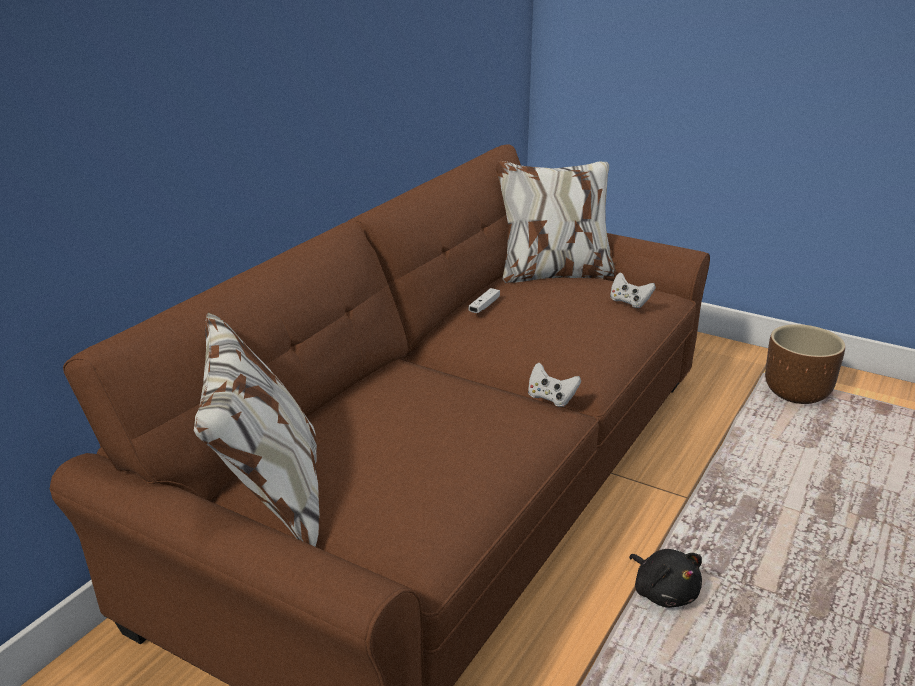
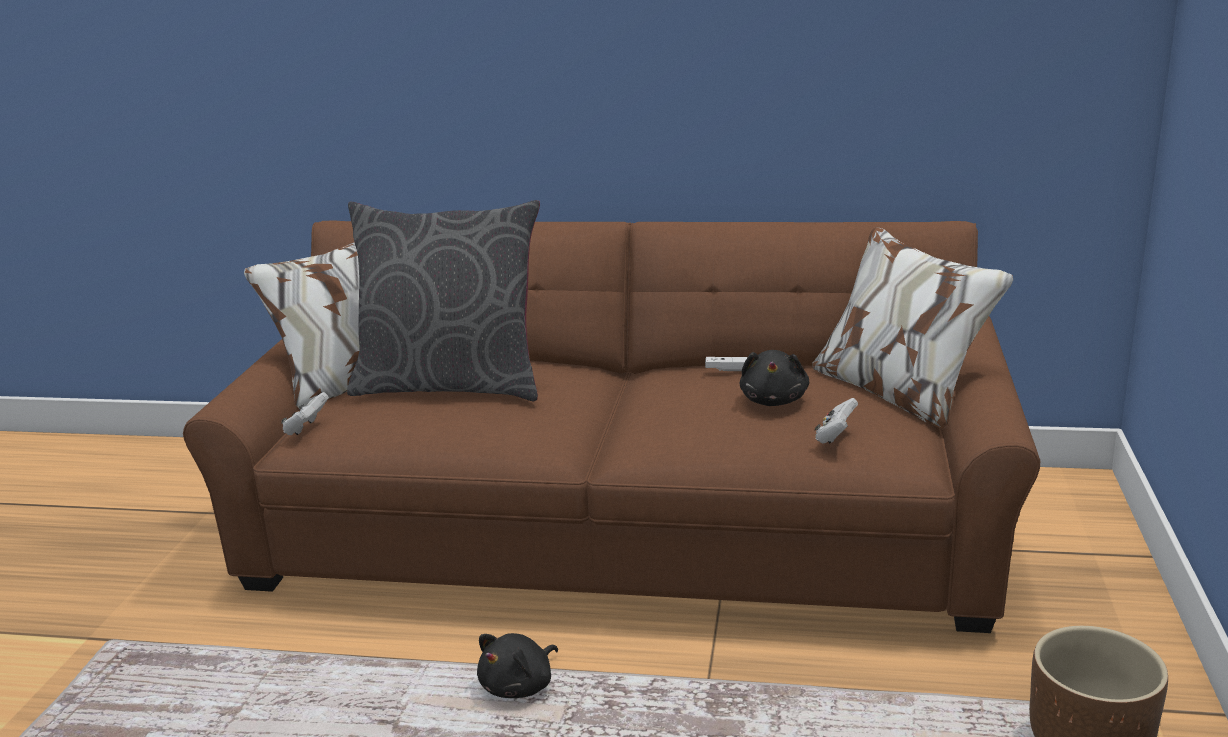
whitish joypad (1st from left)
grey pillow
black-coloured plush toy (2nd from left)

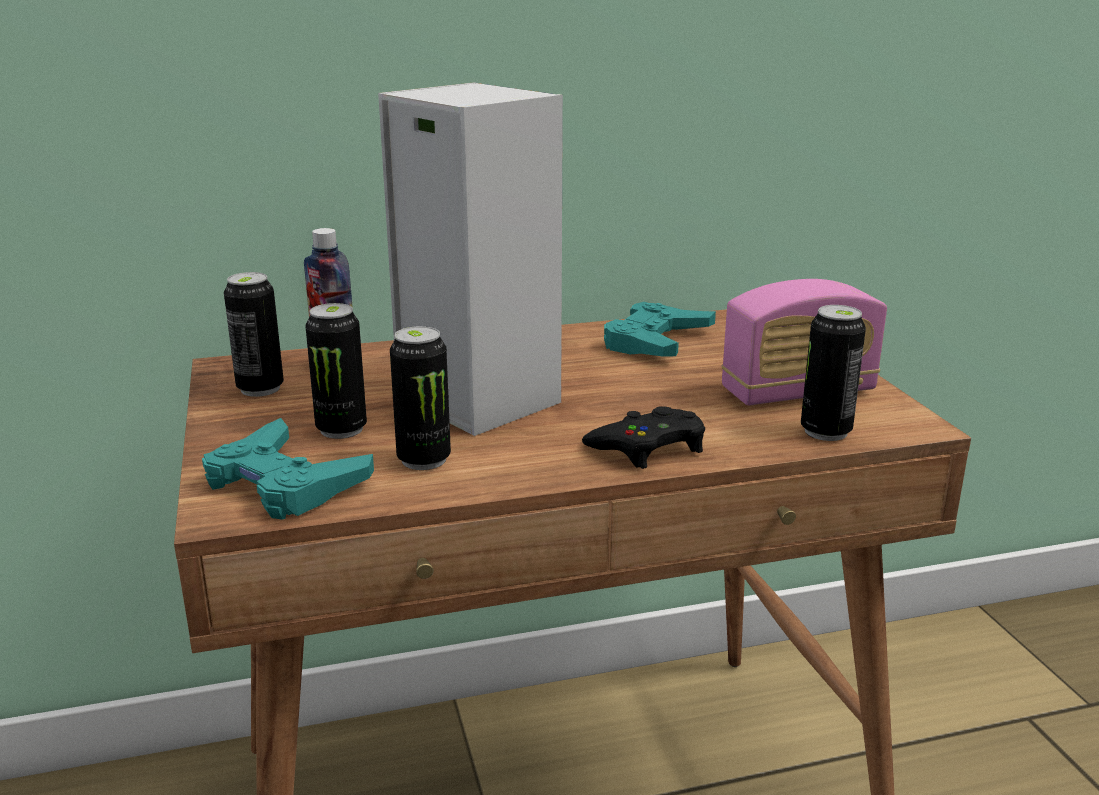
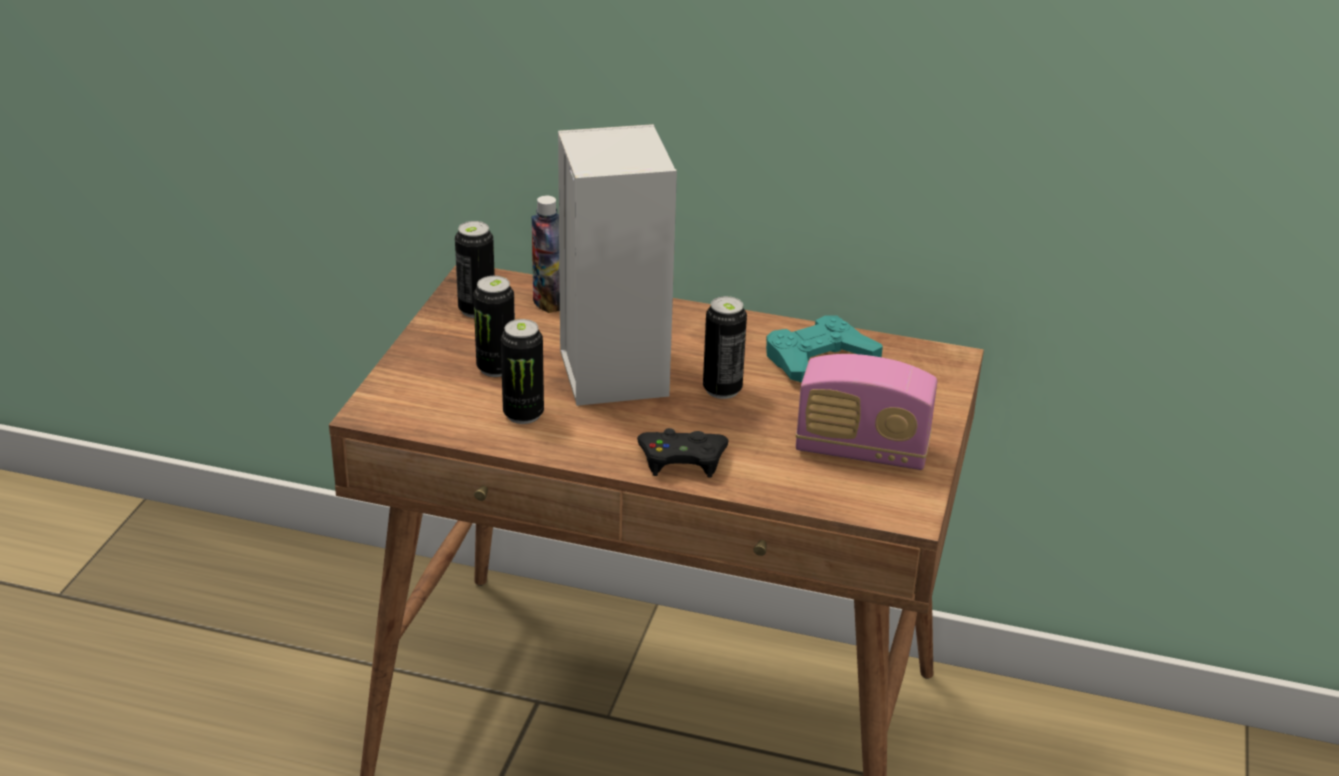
blue-green joypad (1st from left in the first image)
can (4th from left)

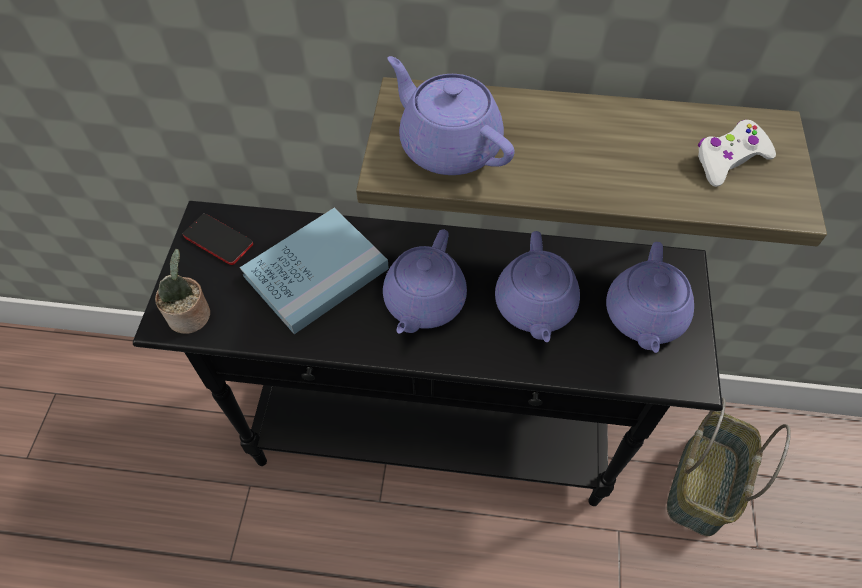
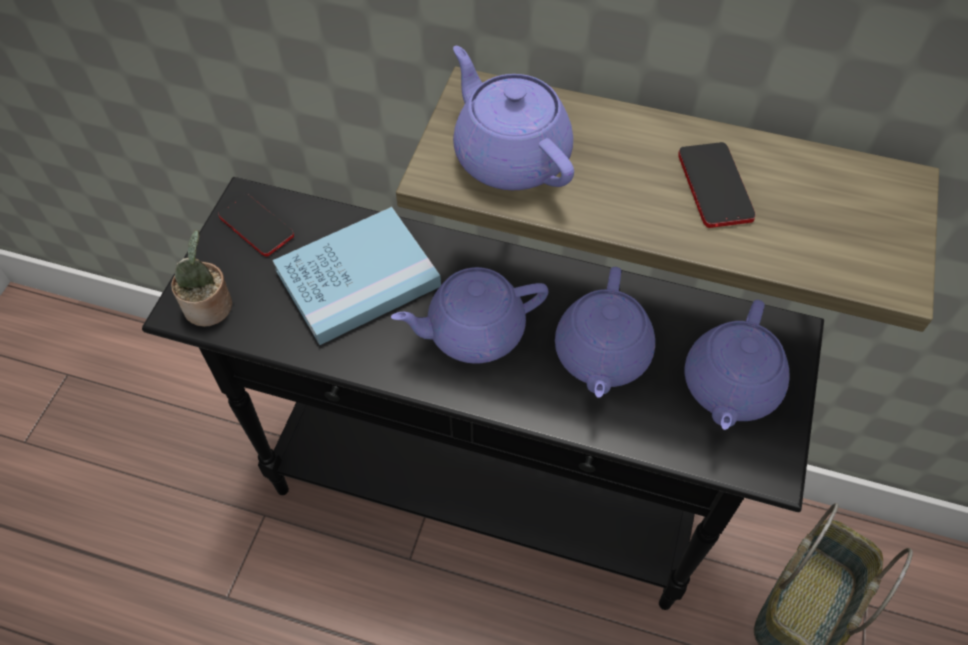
purple-coloured teapot (1st from left)
whitish joypad
handset (2nd from left)

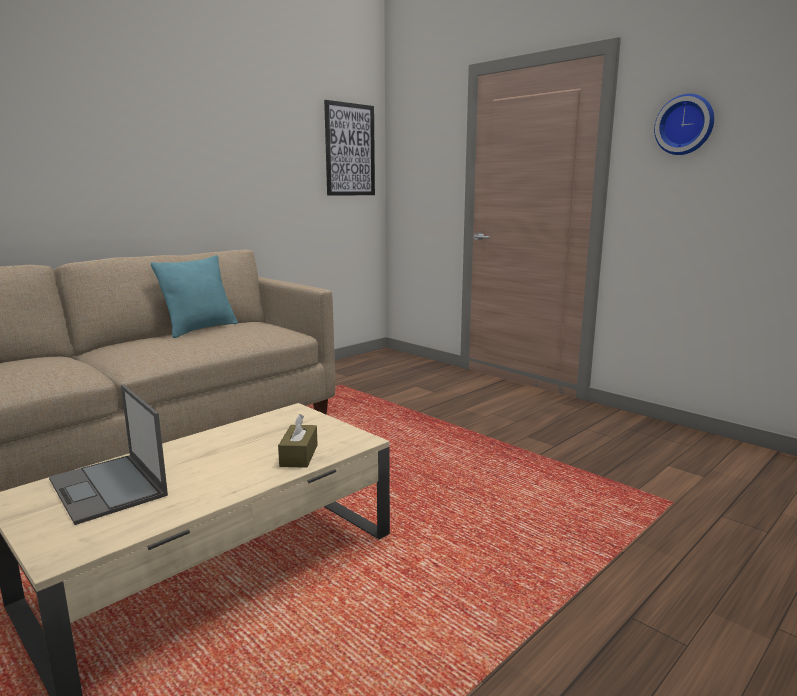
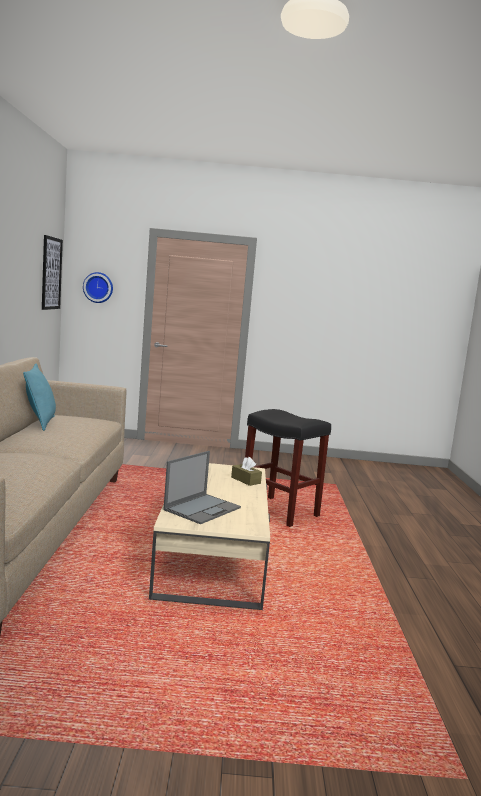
portable computer
clock on the wall
black-coloured stool seat

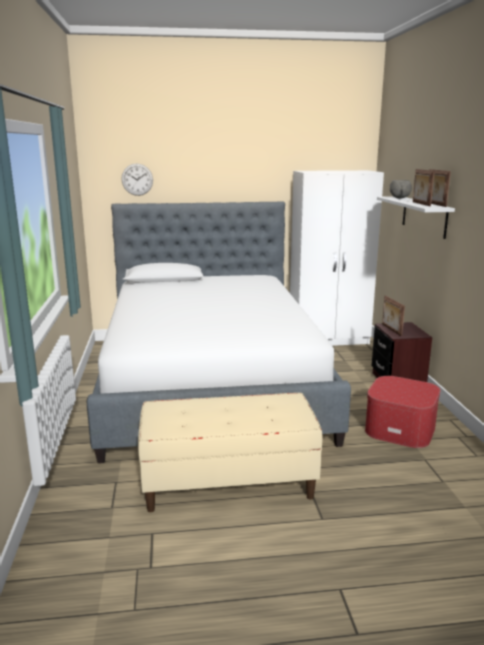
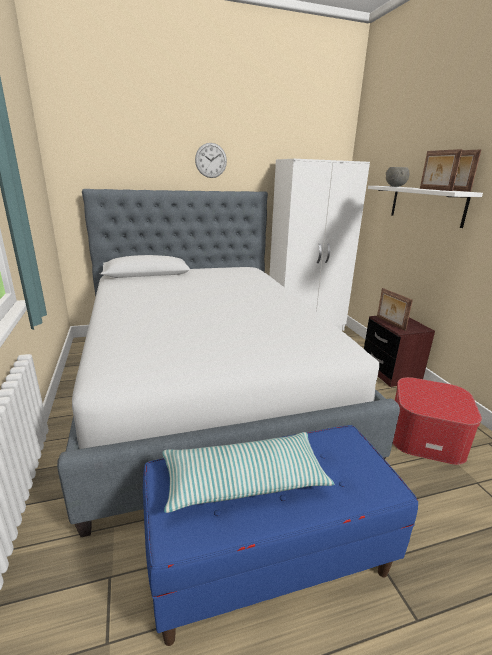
clock on the wall
blue-coloured indoor bench
pillow

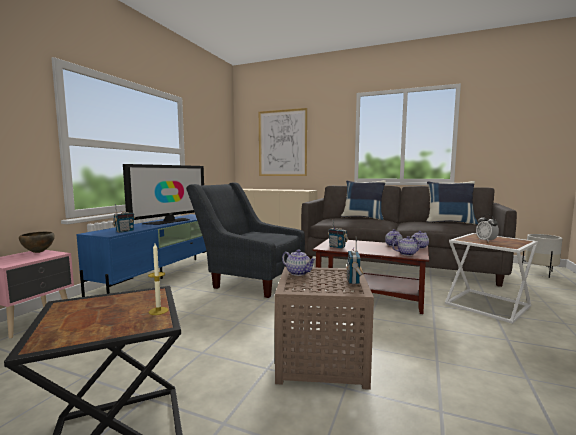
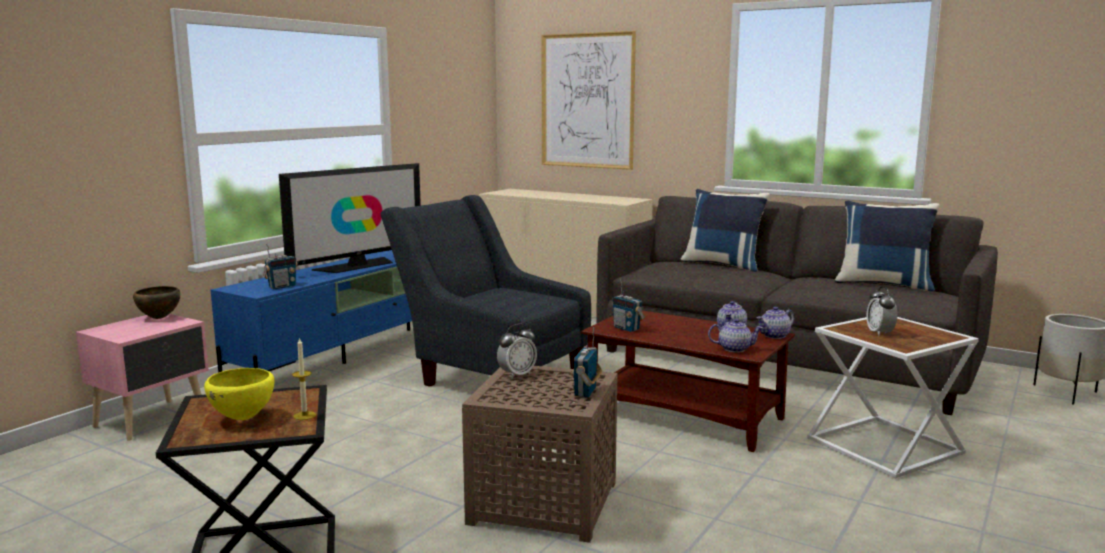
table clock (1st from left)
yellowish serving bowl

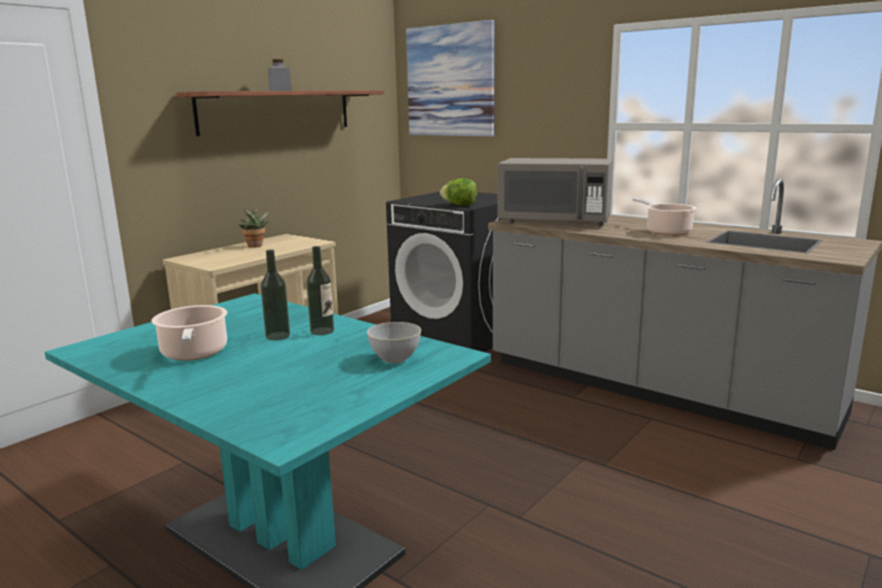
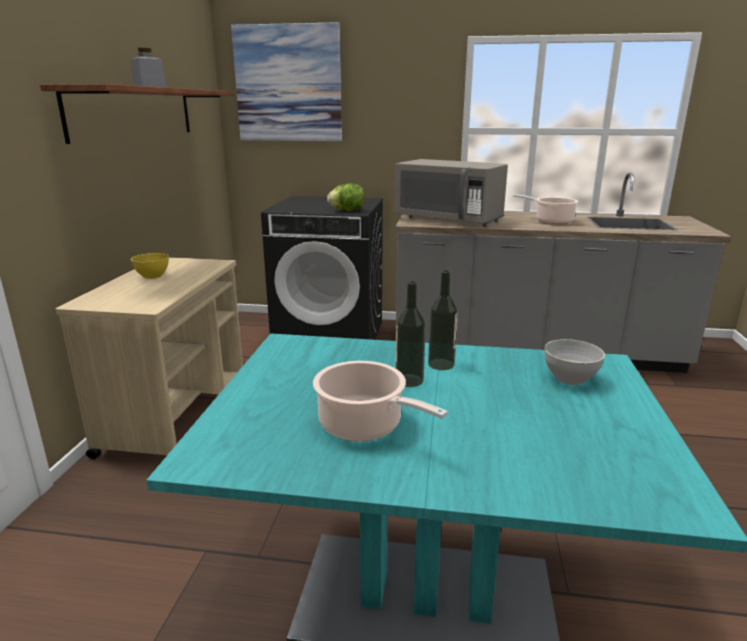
yellowish serving bowl
grey microwave oven

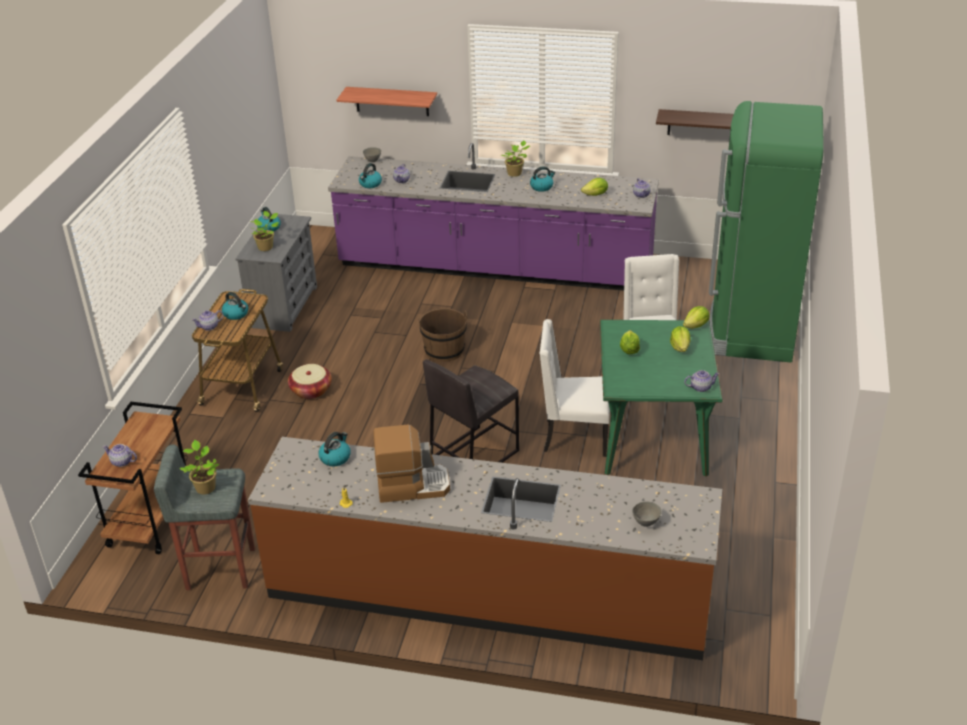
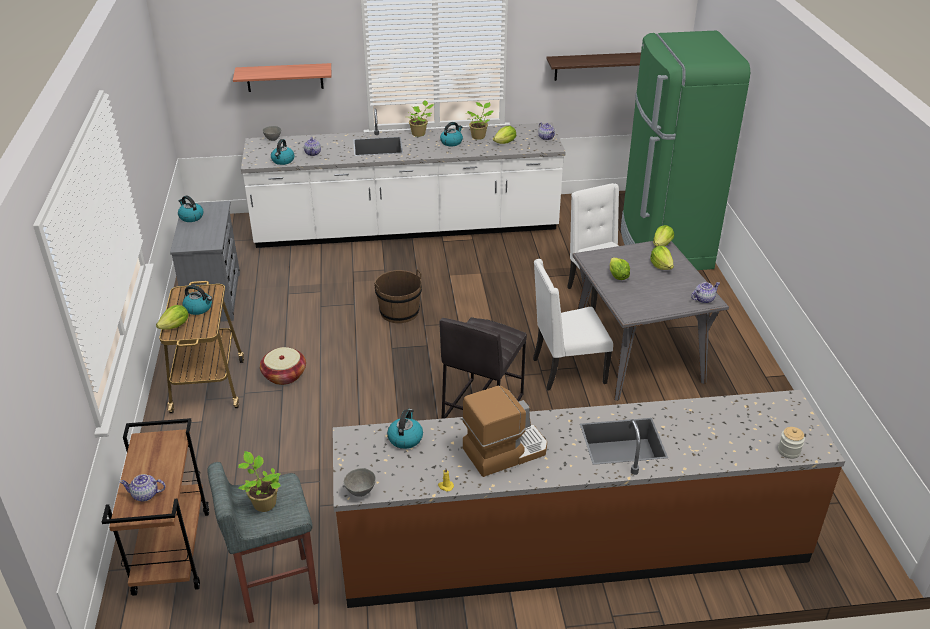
head of lettuce (1st from left)
potted plant (3rd from left)
whitish counter
grey dinner table
grey serving bowl (2nd from left)
preserve jar

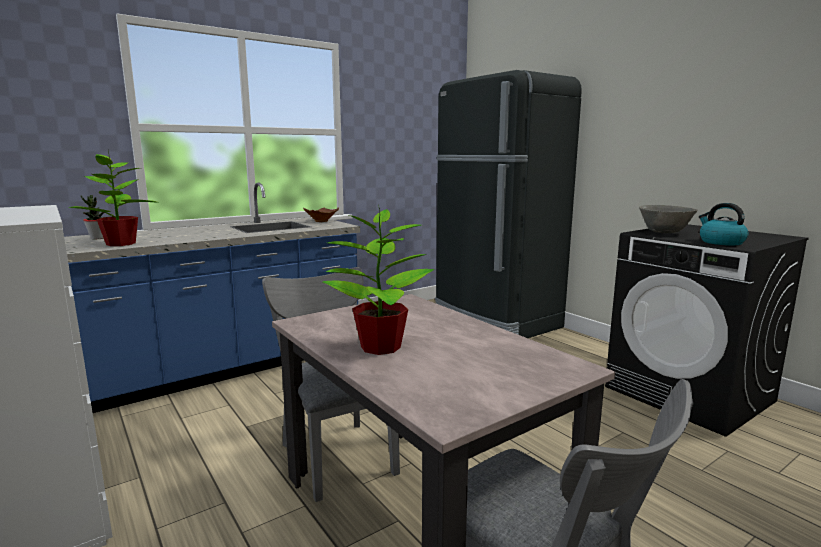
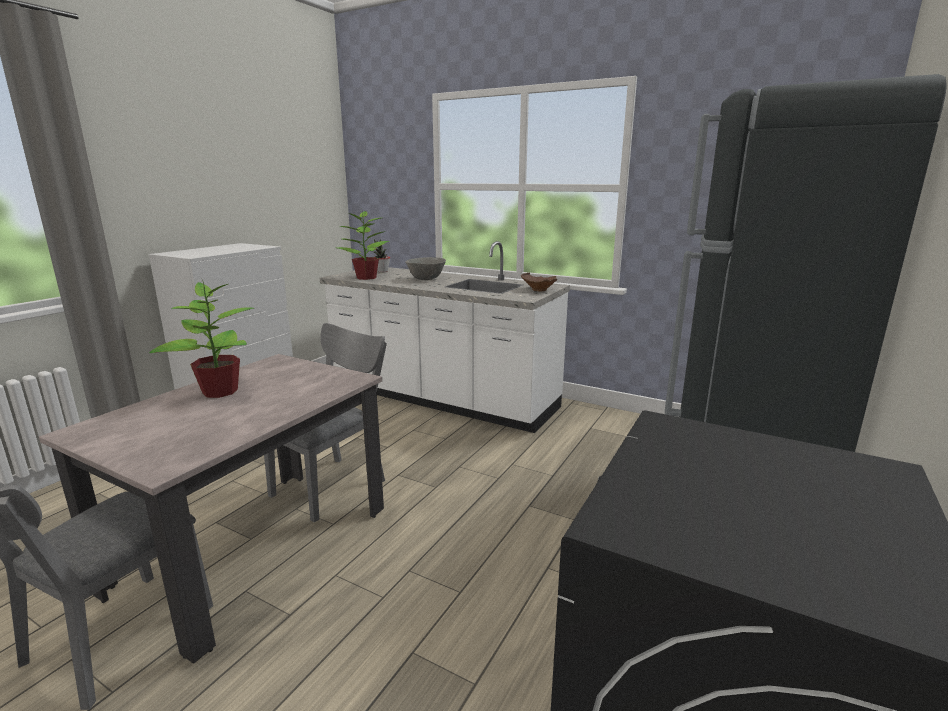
whitish counter
grey serving bowl
water kettle

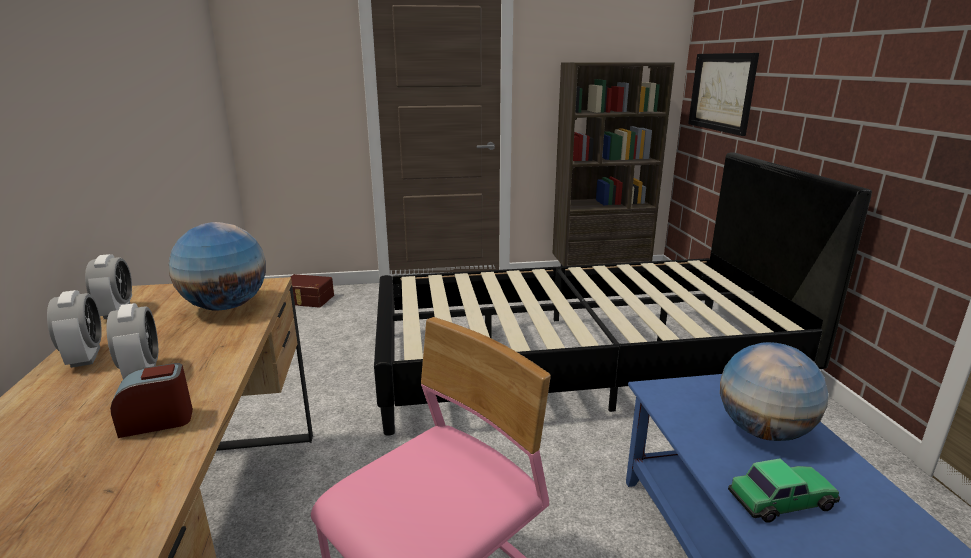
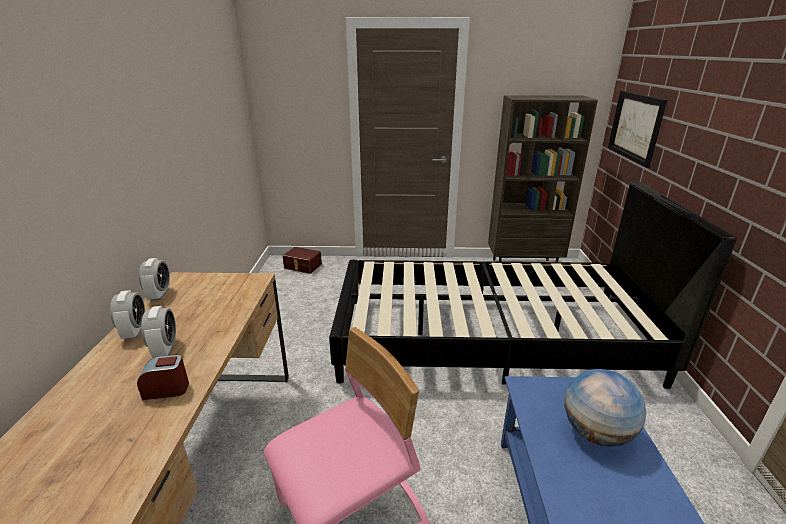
globe (1st from left in the first image)
model car

